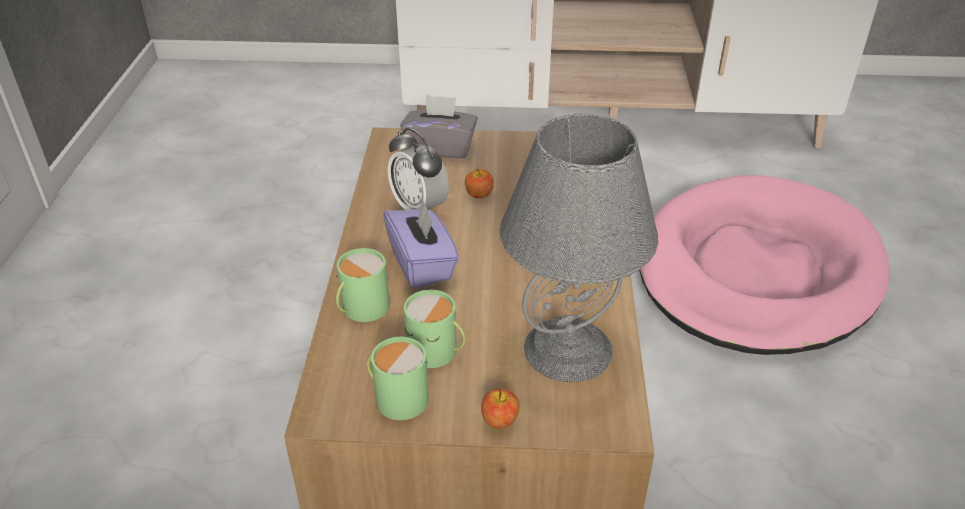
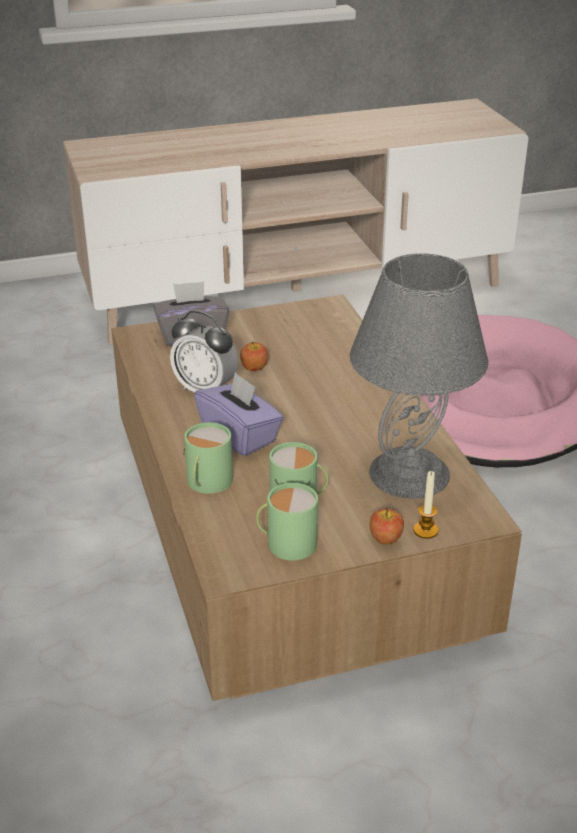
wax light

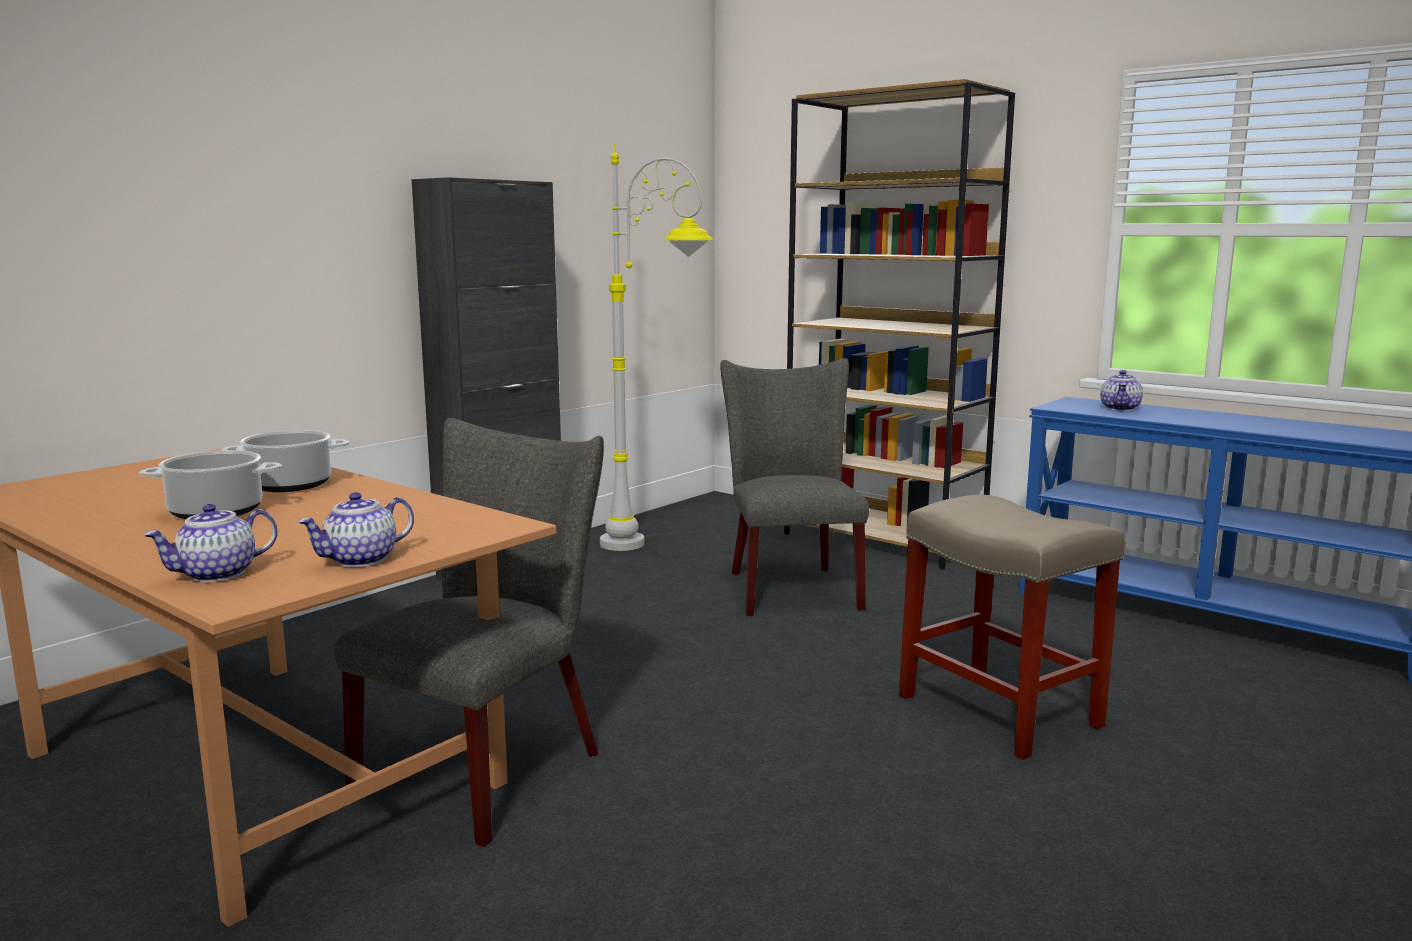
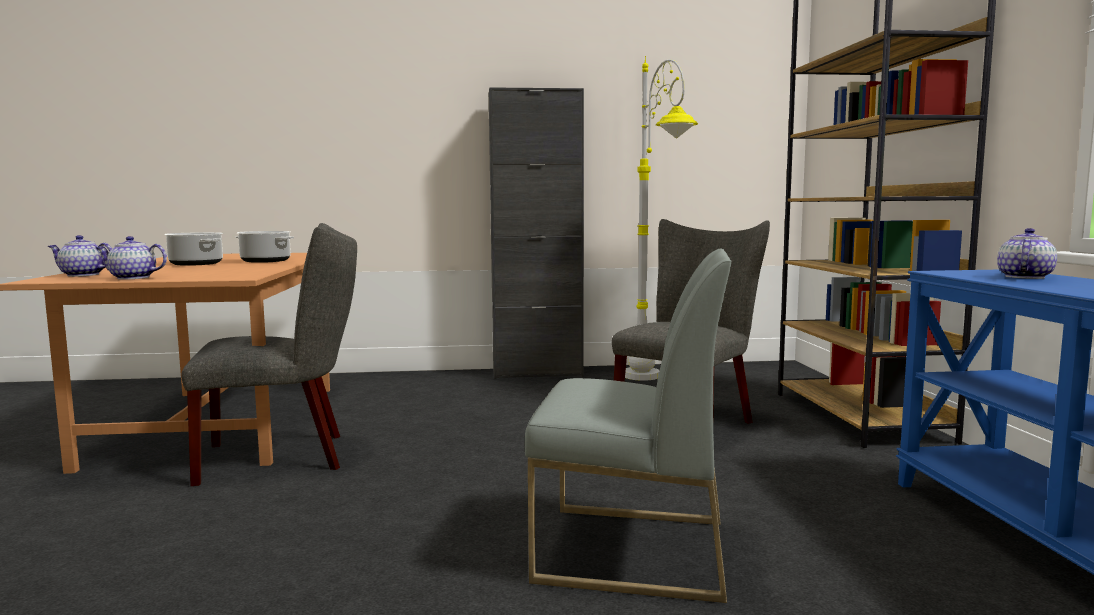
grey plain chair (2nd from left)
teapot (3rd from left)

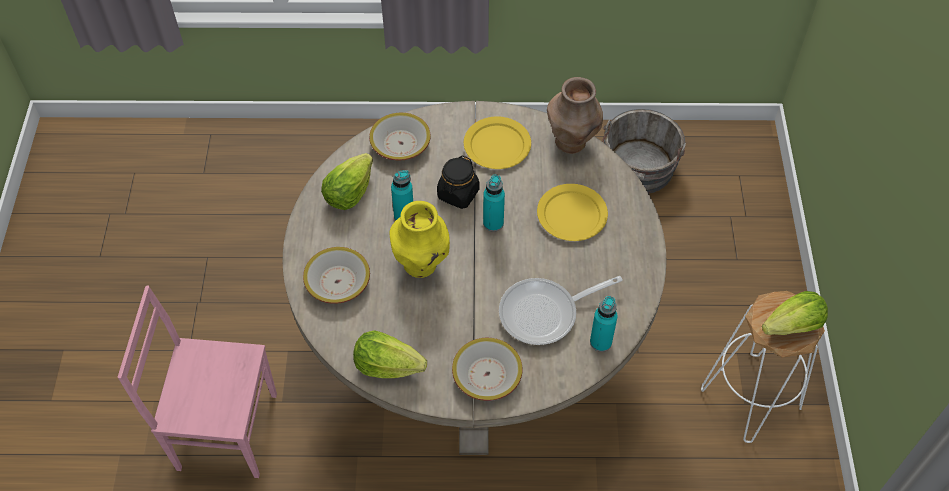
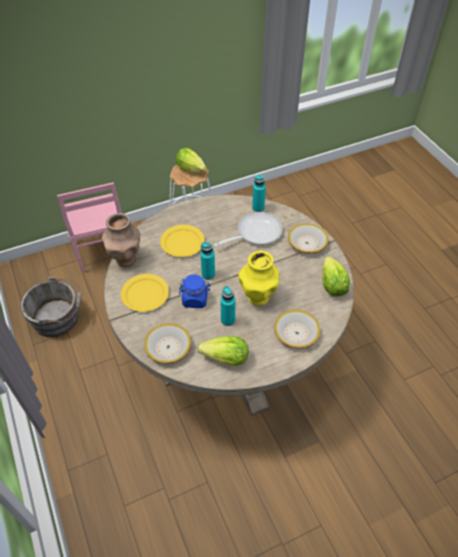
pink-coloured plain chair
blue-coloured preserve jar
pan

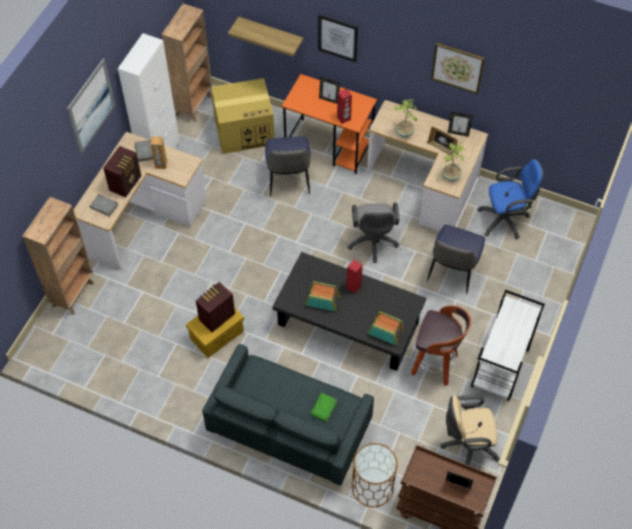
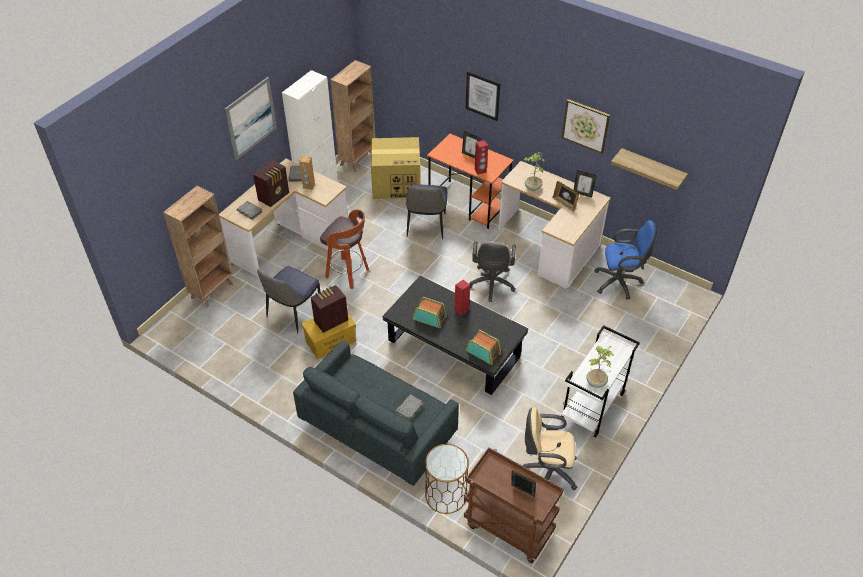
bracket shelf
grey volume (3rd from left)
stool seat
plain chair (1st from left)
potted plant (2nd from left)

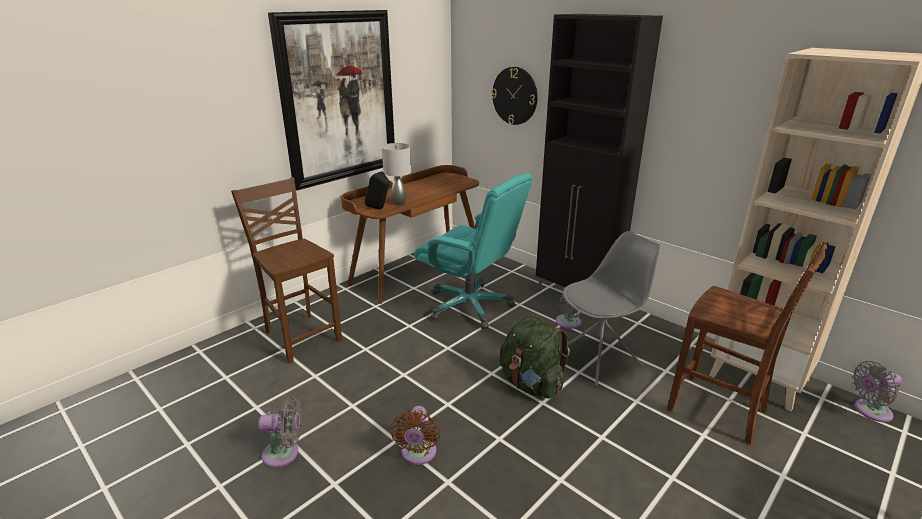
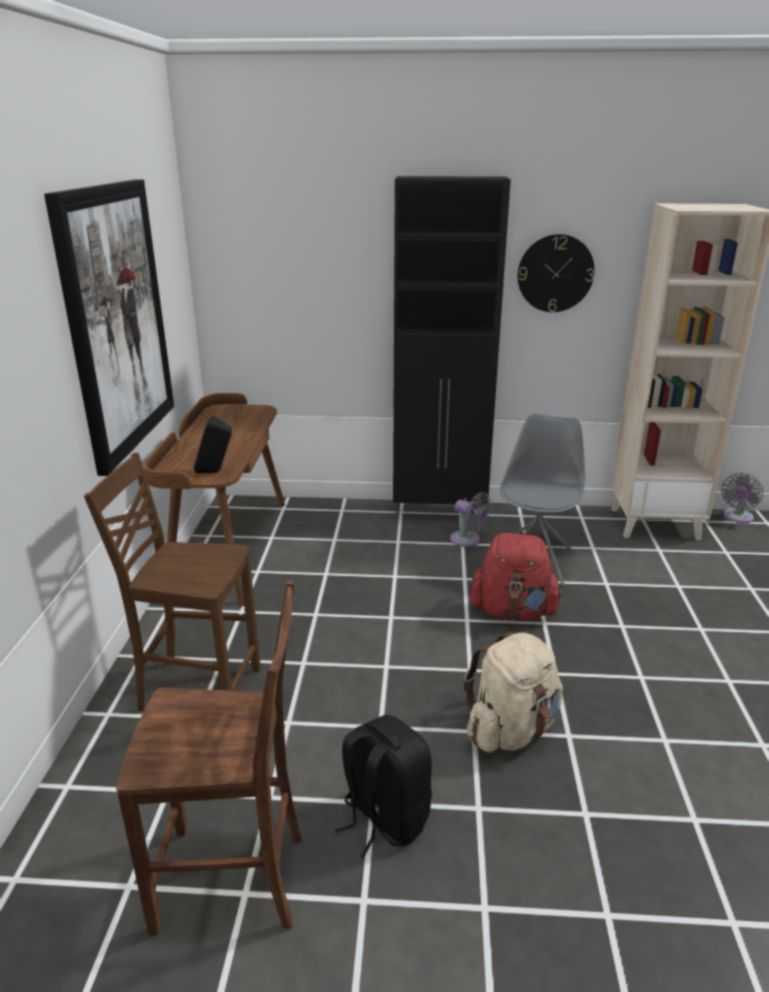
black-coloured rucksack
grey table lamp
sand-coloured rucksack
blue-green office chair
clock on the wall
reddish rucksack
brownish plain chair (2nd from left)

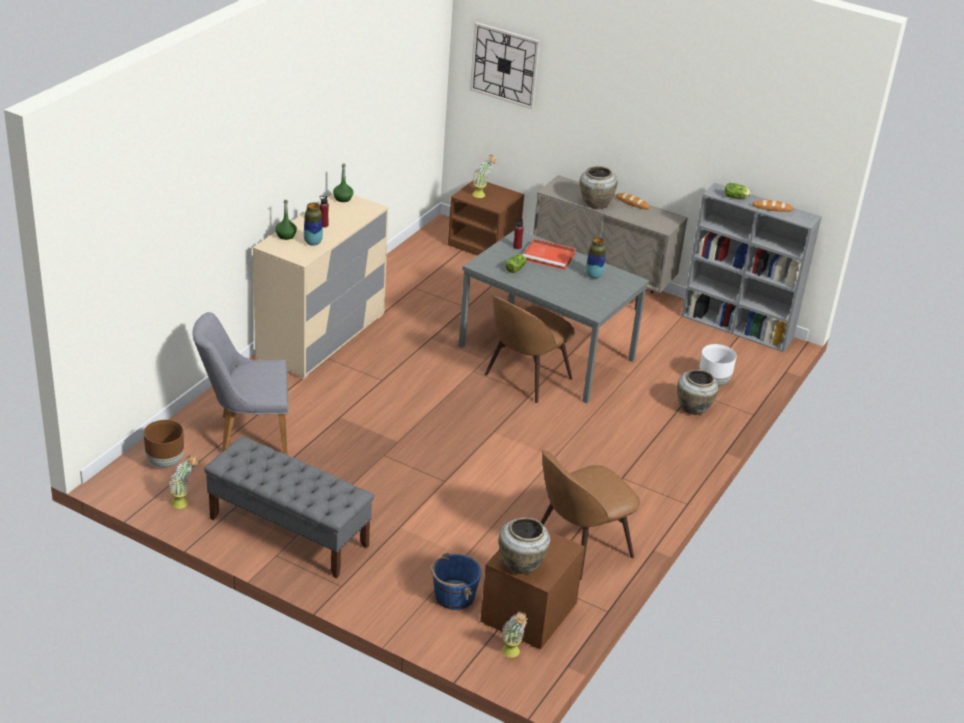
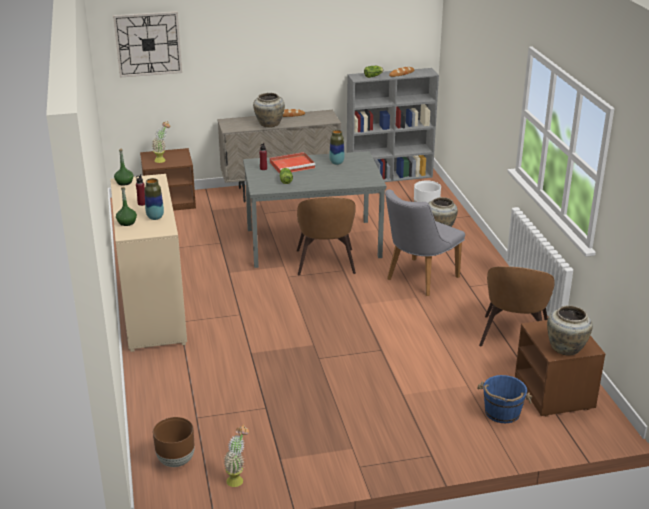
grey plain chair
grey indoor bench
potted plant (3rd from left in the first image)

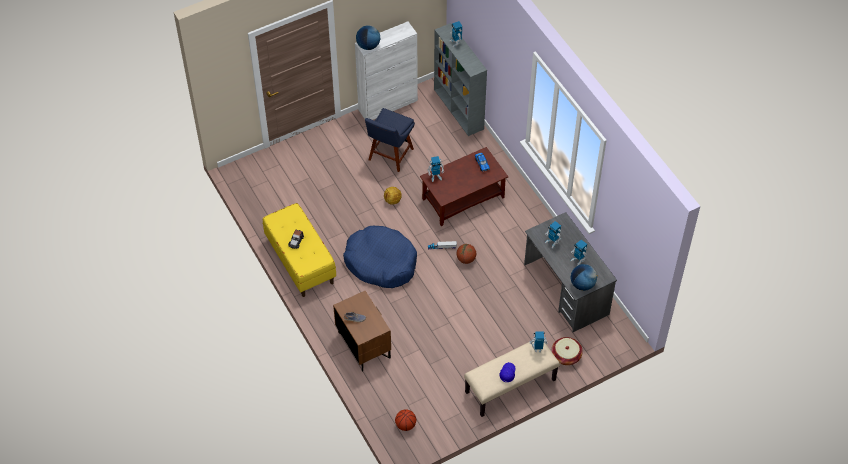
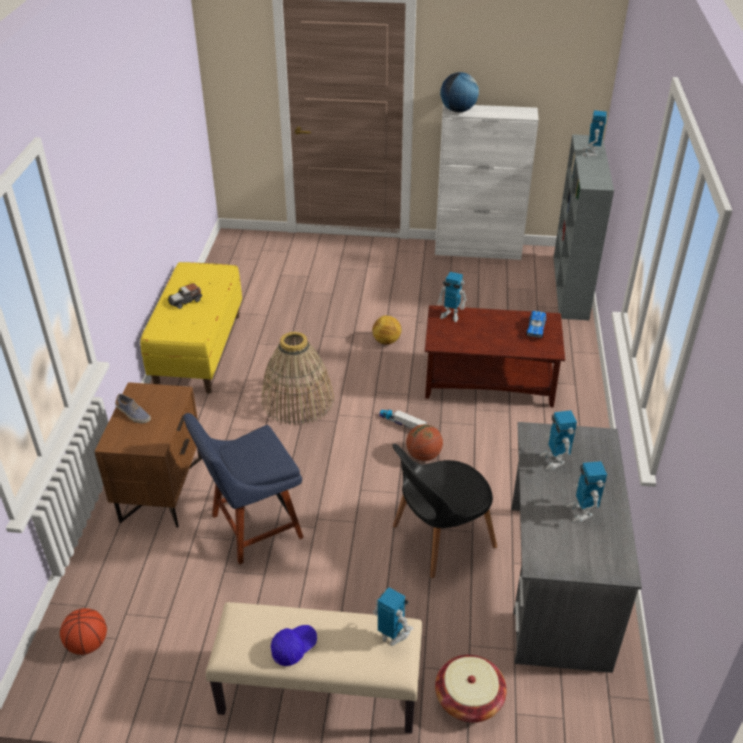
storage basket (1st from left)
blue-coloured plain chair
globe (2nd from left in the first image)
black-coloured plain chair

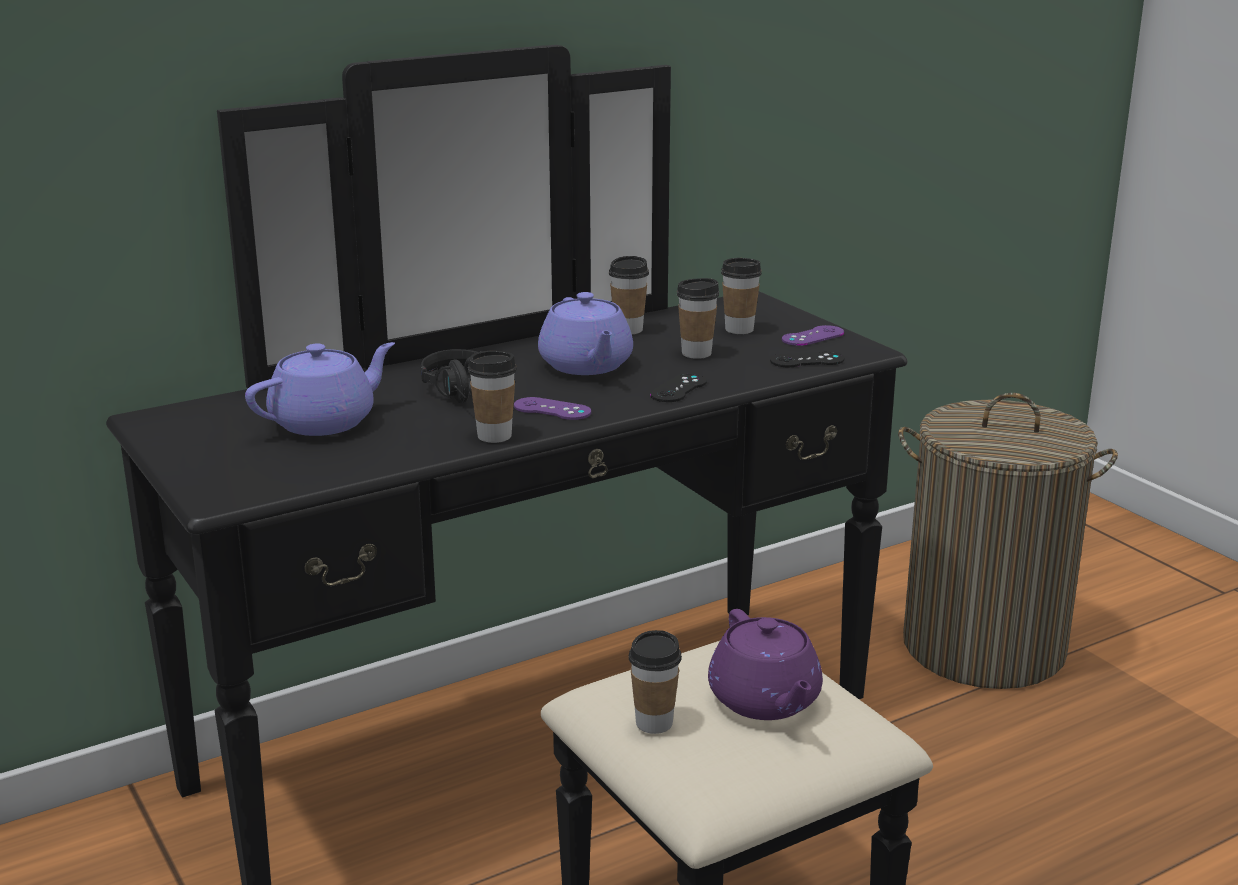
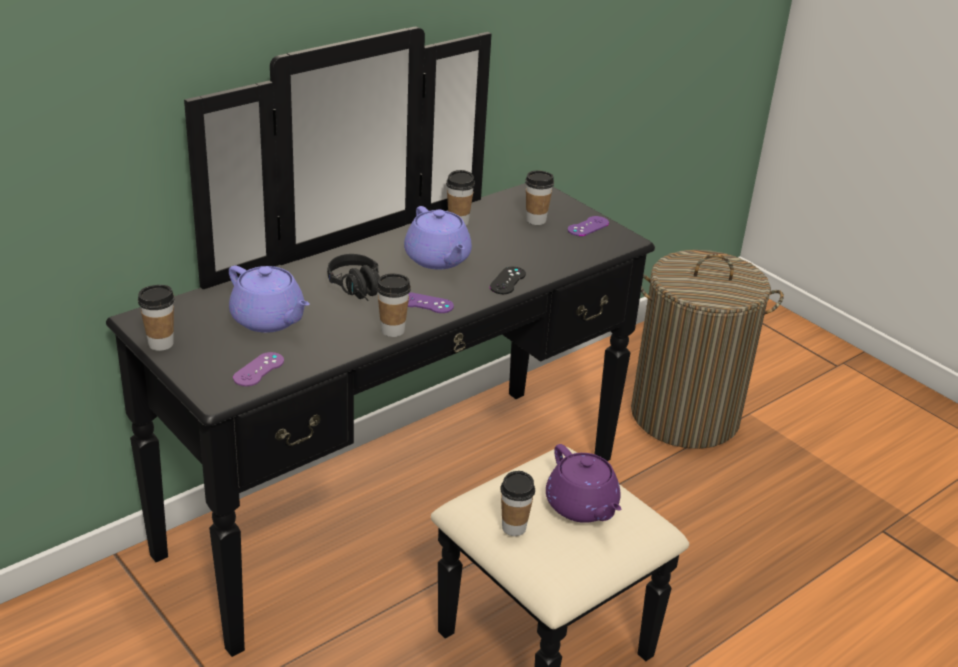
purple-coloured teapot (1st from left)
drinking cup (1st from left)
black-coloured joypad (2nd from left in the first image)
purple-coloured joypad (1st from left)

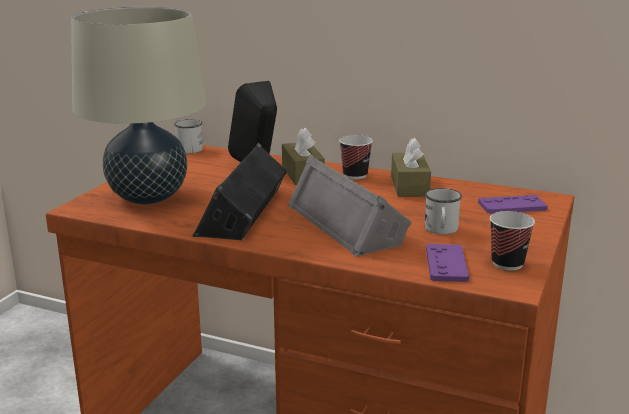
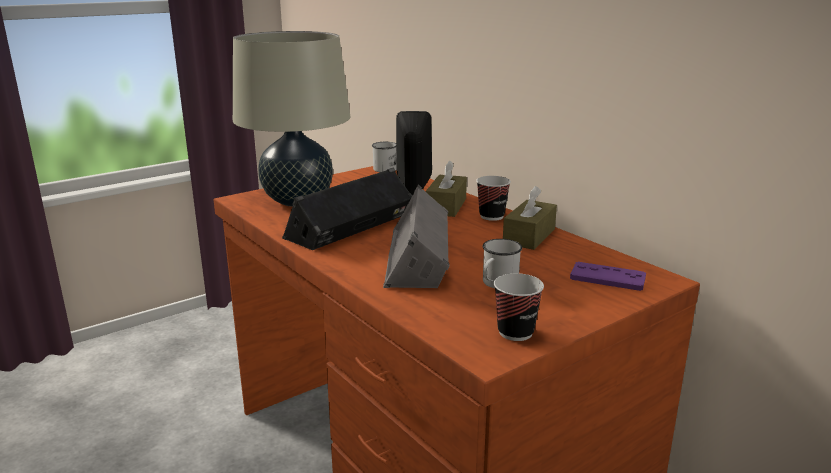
purple-coloured joypad (1st from left in the first image)

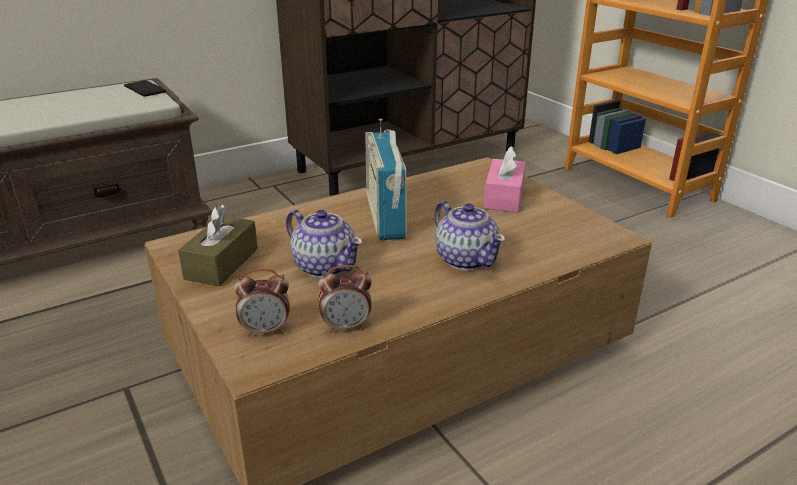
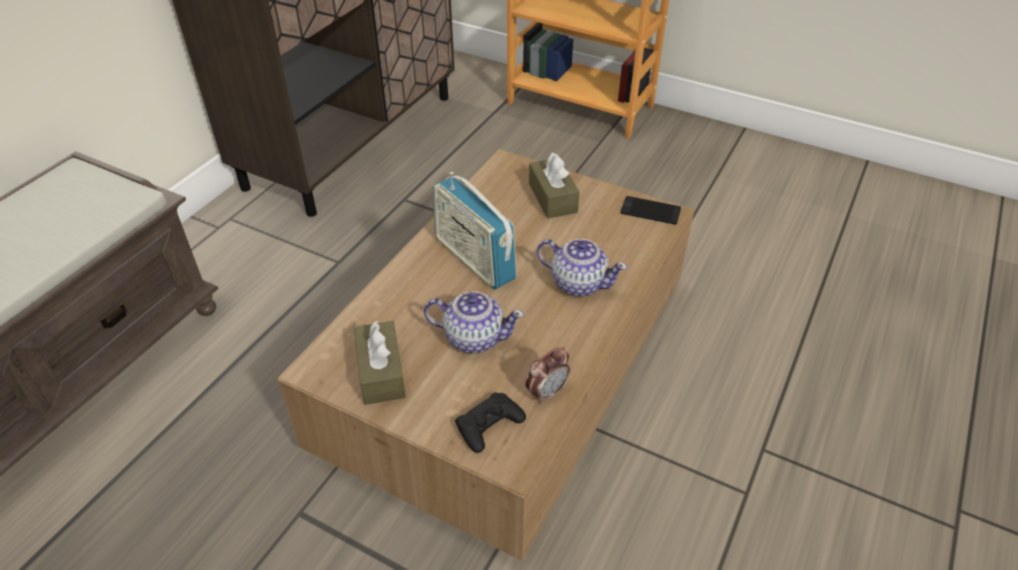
handset
black-coloured joypad
brownish box of tissues (2nd from left)

